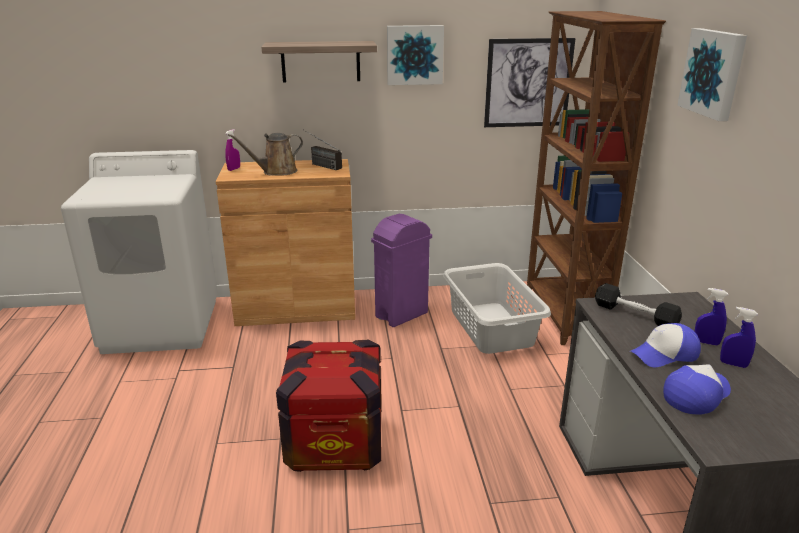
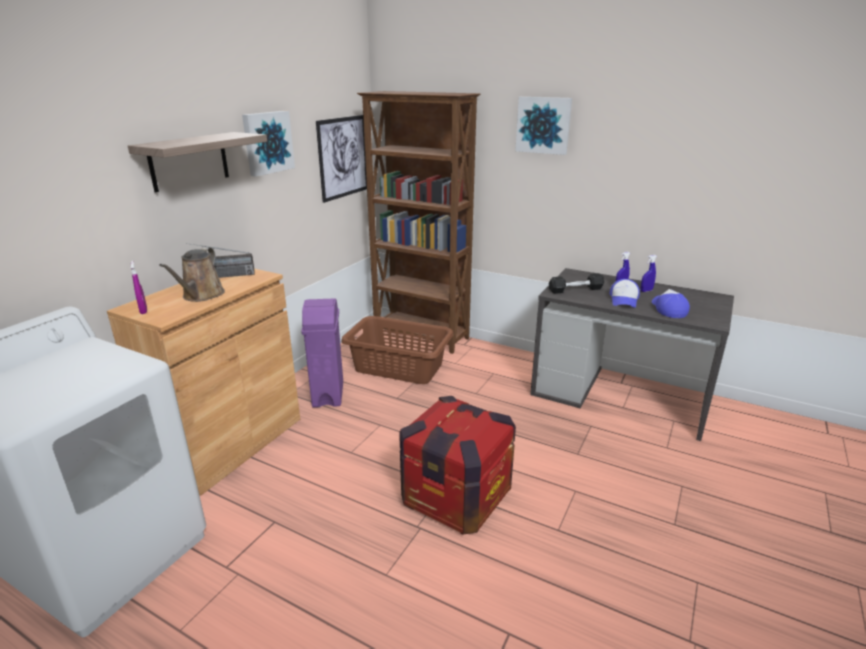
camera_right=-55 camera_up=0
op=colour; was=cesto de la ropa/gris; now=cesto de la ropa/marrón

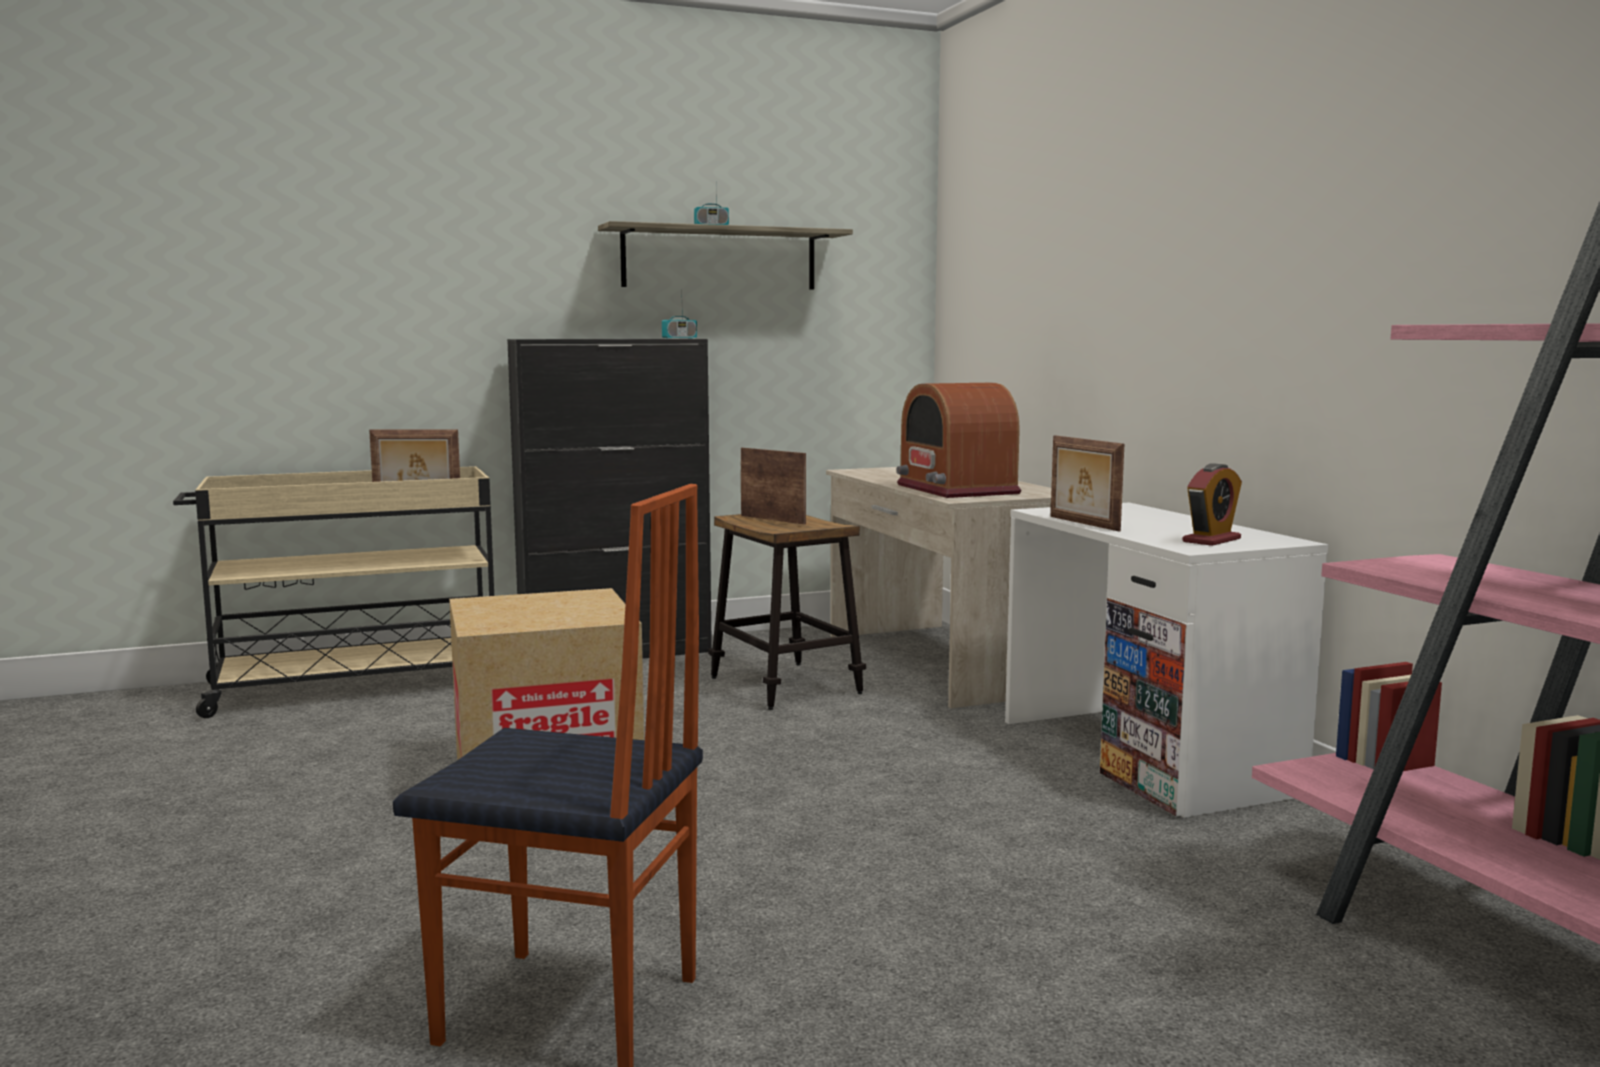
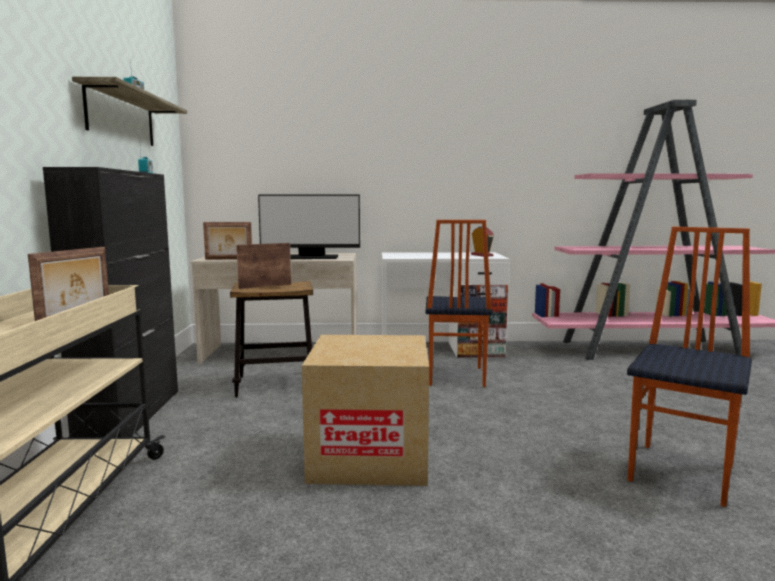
camera_right=-70 camera_up=0
op=appeared; now=silla (no. 1 from left)
op=relocated; was=portarretratos (no. 3 from left in the first image); now=portarretratos (no. 2 from left)
op=exchanged; was=radio (no. 3 from left); now=monitor

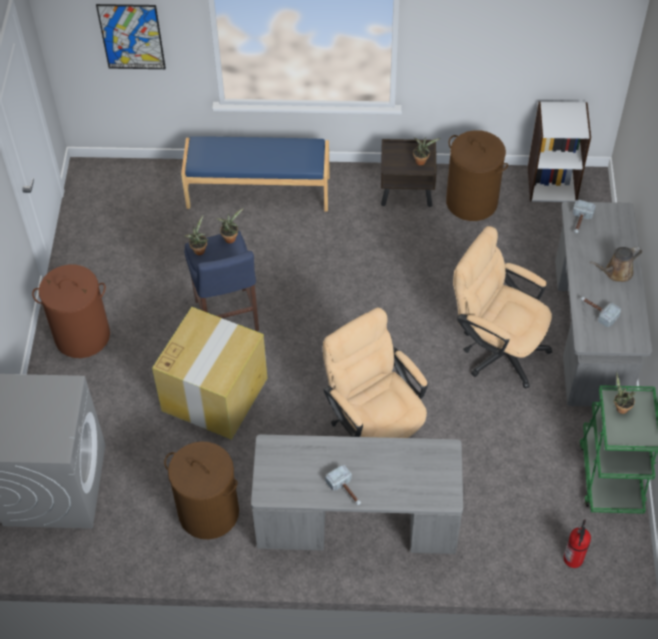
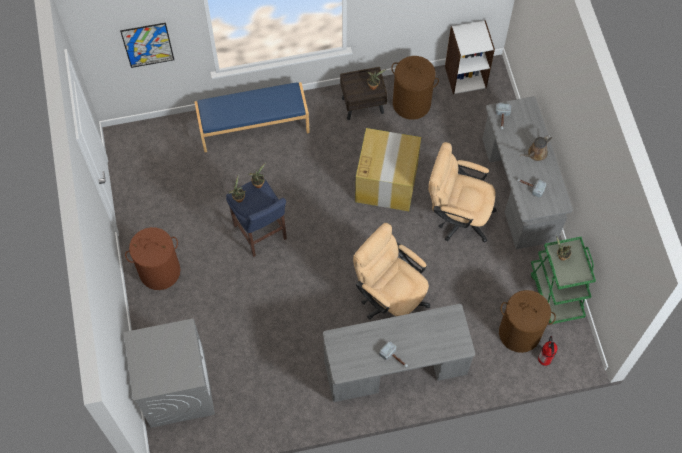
camera_right=-15 camera_up=10
op=relocated; was=caja de cartón
op=relocated; was=cesto de la ropa/marrón (no. 2 from left in the first image); now=cesto de la ropa/marrón (no. 3 from left)

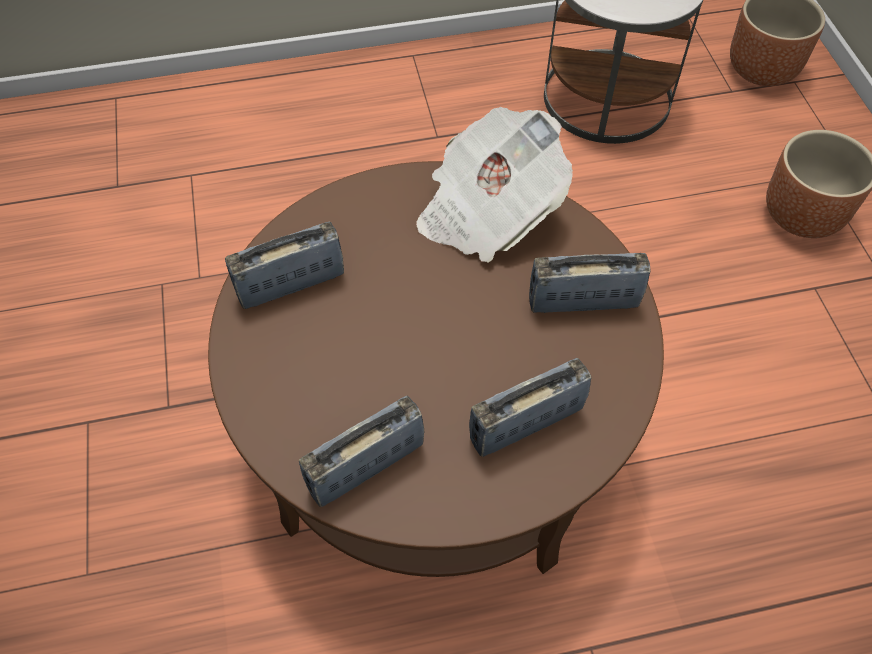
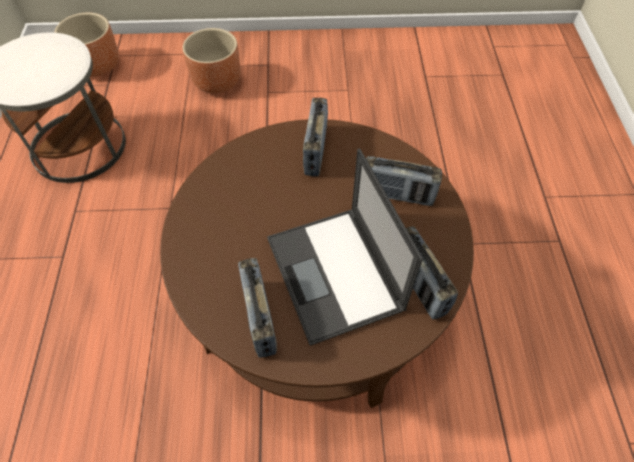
camera_right=-80 camera_up=0
op=missing; was=periódico
op=appeared; now=portátil
op=spun; was=radio (no. 3 from left); clockwise=-60

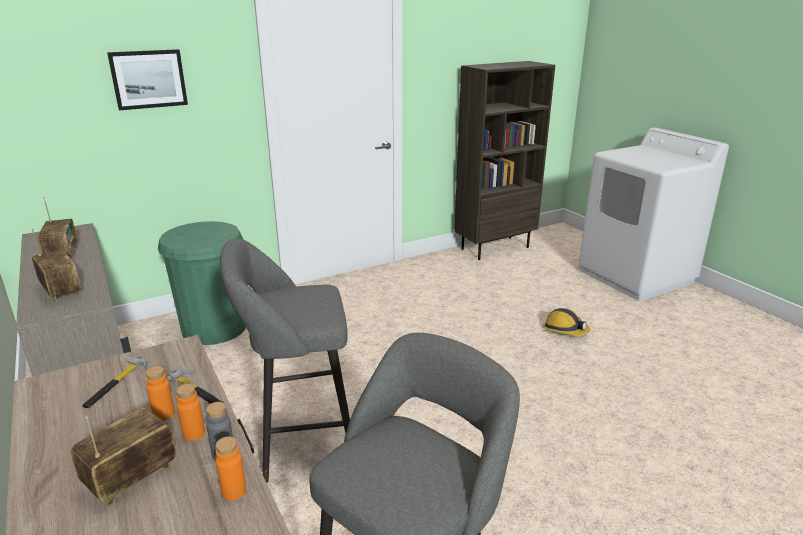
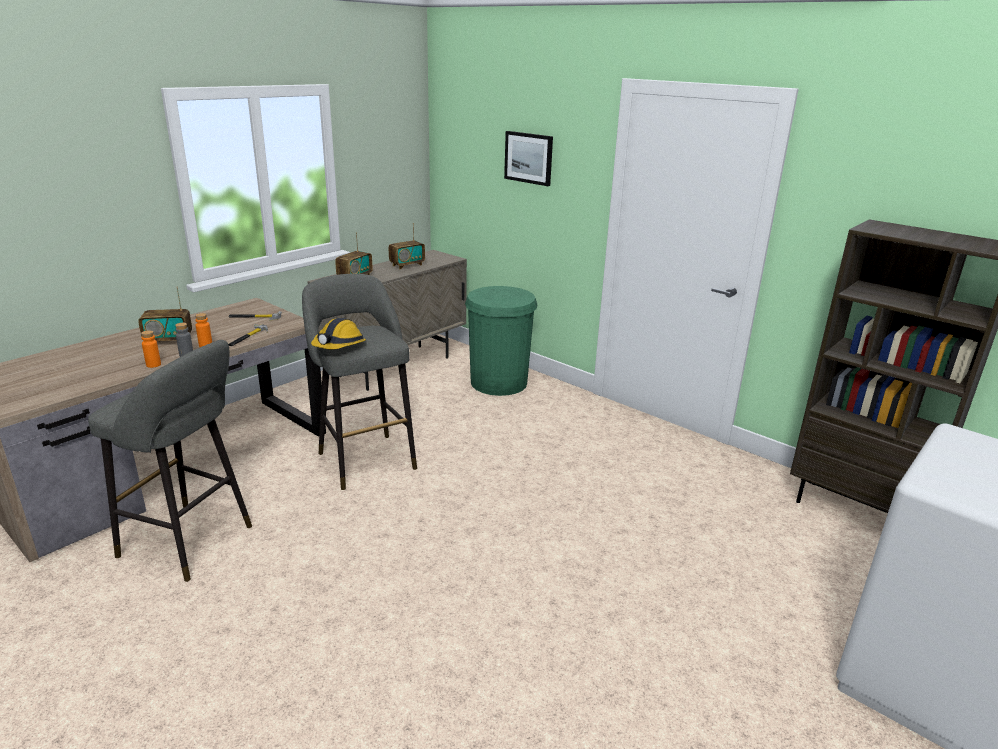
camera_right=70 camera_up=0
op=missing; was=botella/naranja (no. 1 from left)
op=relocated; was=casco
op=spun; was=radio (no. 3 from left in the first image); clockwise=150

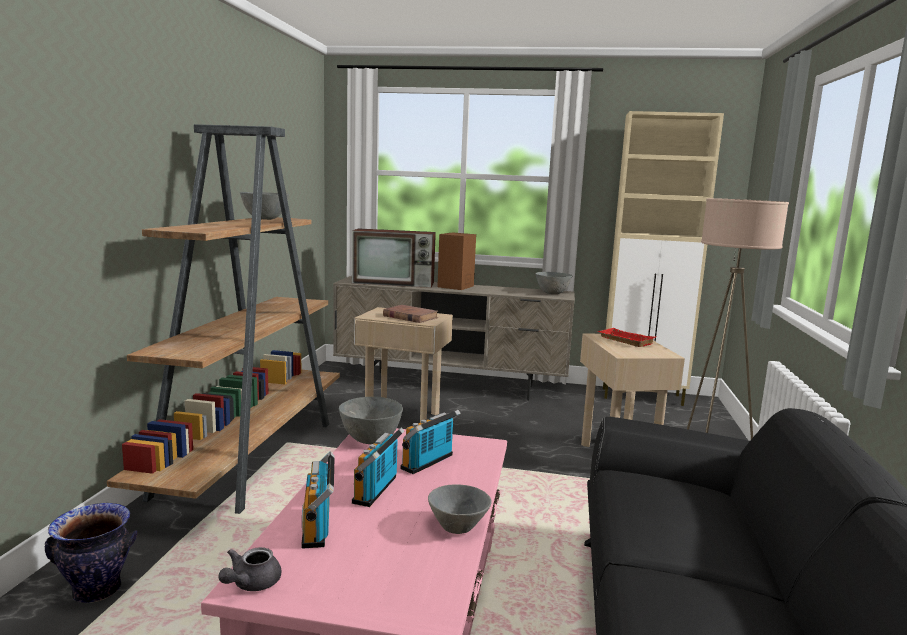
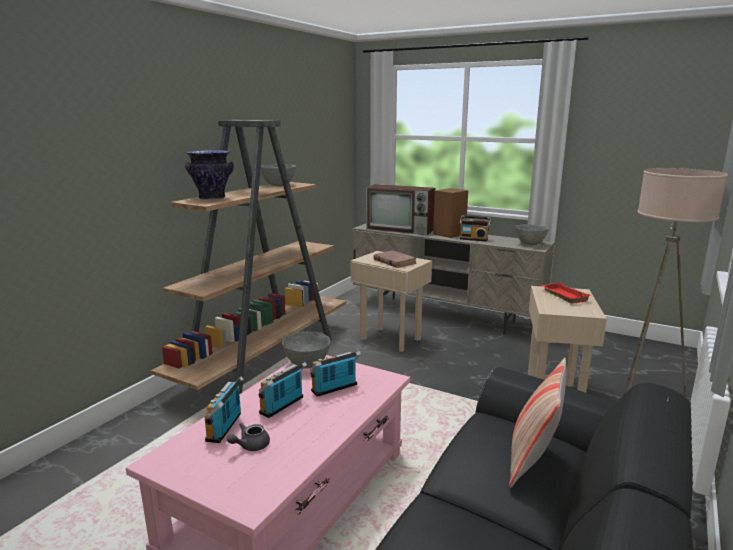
camera_right=20 camera_up=5
op=missing; was=cuenco/gris (no. 3 from left)
op=missing; was=armario/beis
op=appeared; now=radio (no. 4 from left)
op=appeared; now=cojín
op=relocated; was=florero
op=relocated; was=tetera/gris

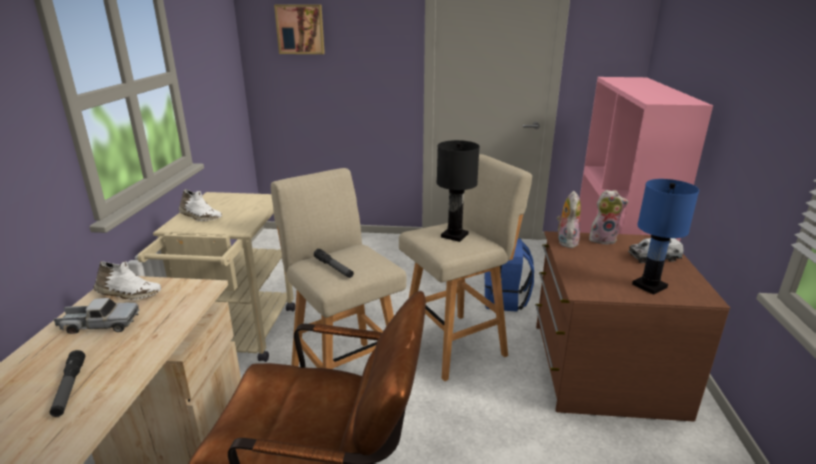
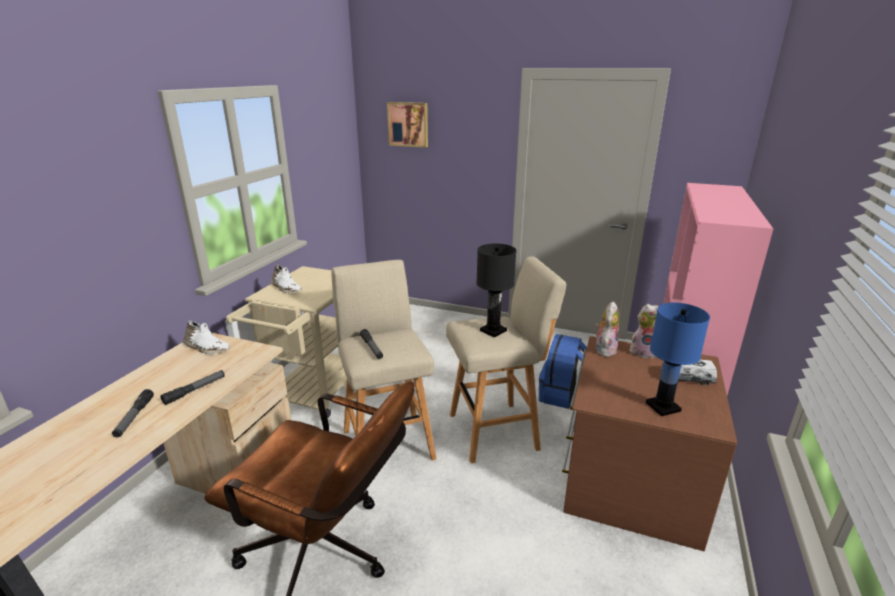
camera_right=15 camera_up=0
op=missing; was=camión de juguete (no. 1 from left)
op=appeared; now=linterna (no. 2 from left)

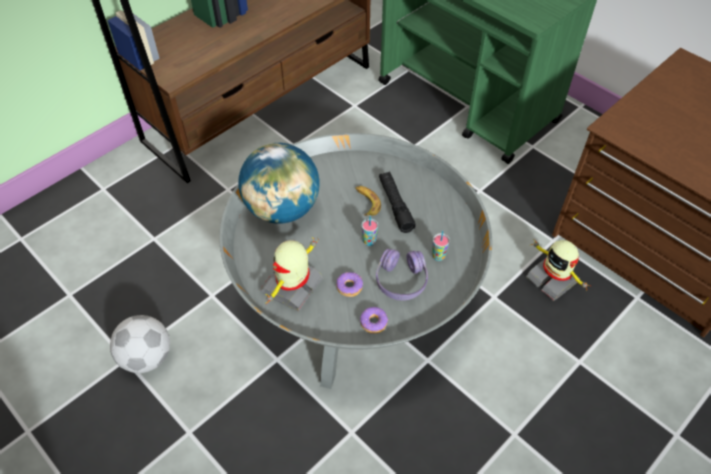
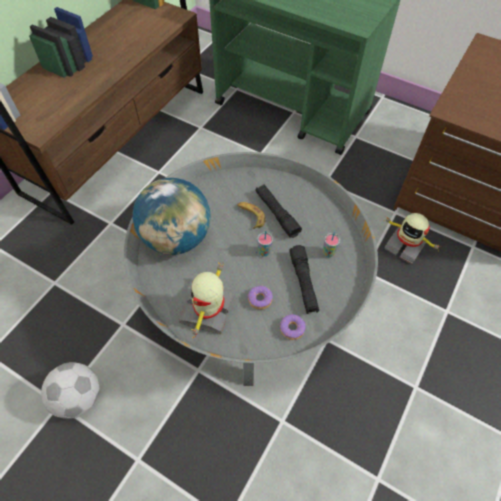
camera_right=-15 camera_up=5
op=exchanged; was=auriculares/morado; now=linterna/negro (no. 2 from left)

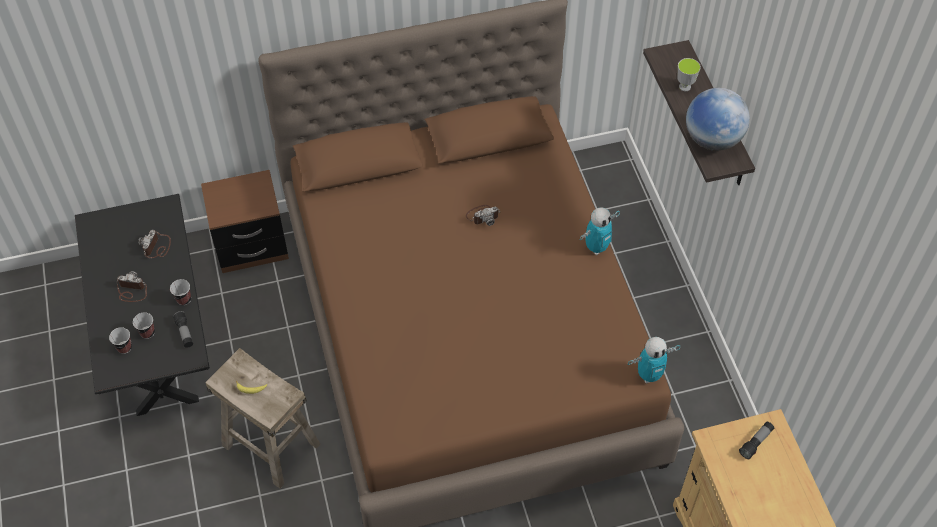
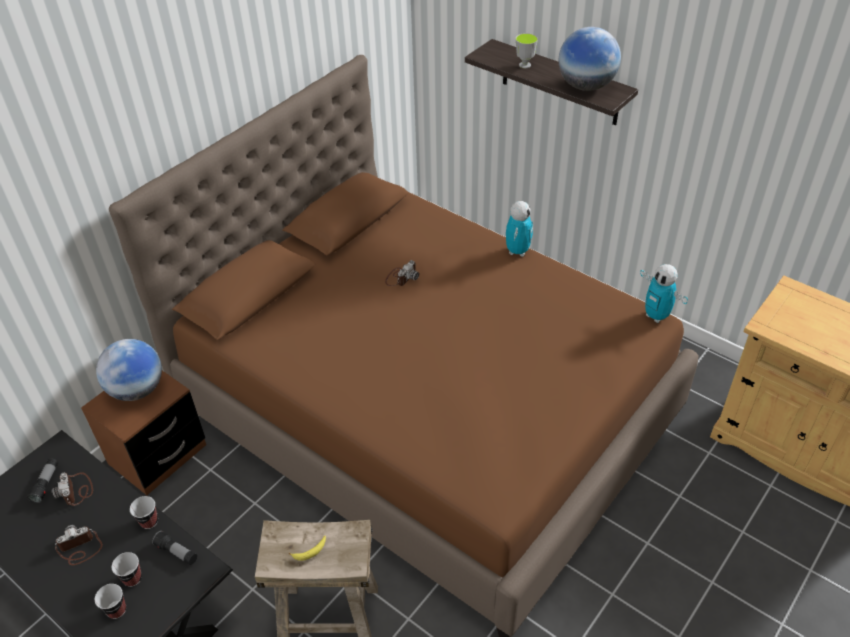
camera_right=-35 camera_up=-10
op=appeared; now=globo terráqueo (no. 1 from left)
op=relocated; was=linterna (no. 2 from left in the first image); now=linterna (no. 1 from left)
op=spun; was=robot de juguete (no. 2 from left); clockwise=105

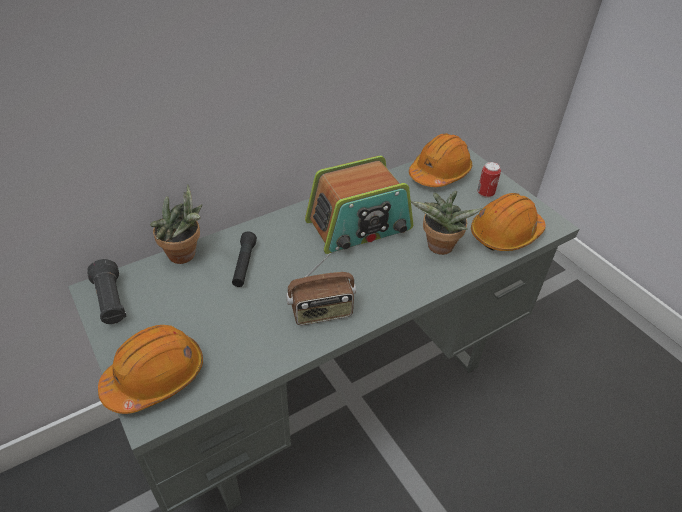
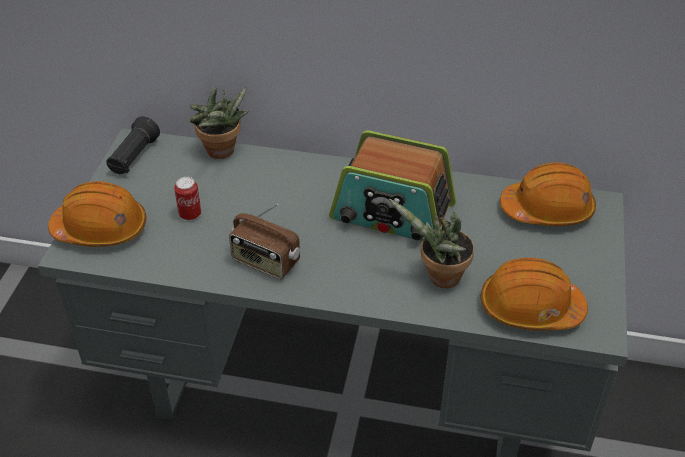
camera_right=45 camera_up=0
op=missing; was=linterna/negro (no. 2 from left)
op=relocated; was=lata

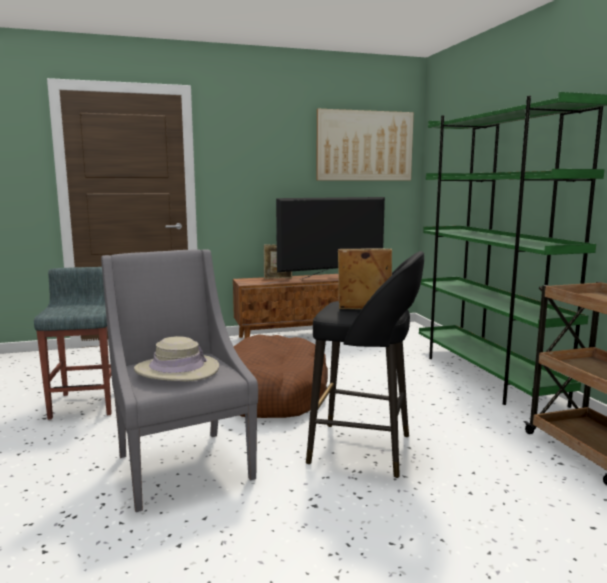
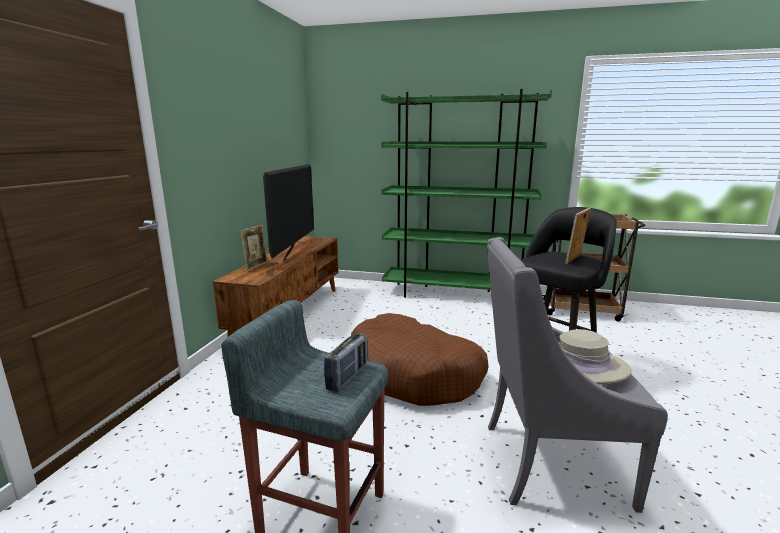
camera_right=-60 camera_up=5
op=missing; was=cuadro
op=appeared; now=radio

